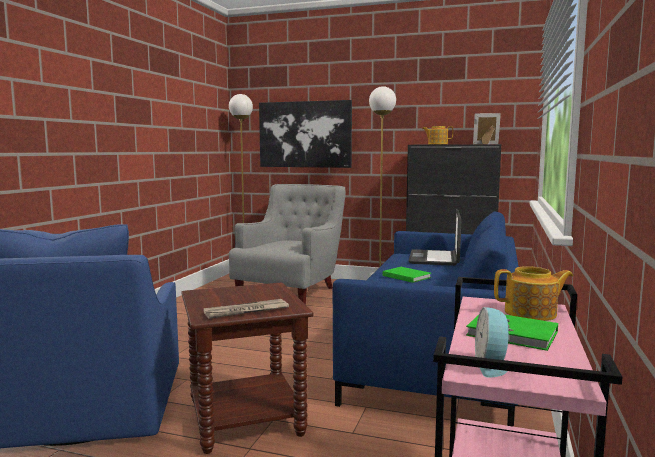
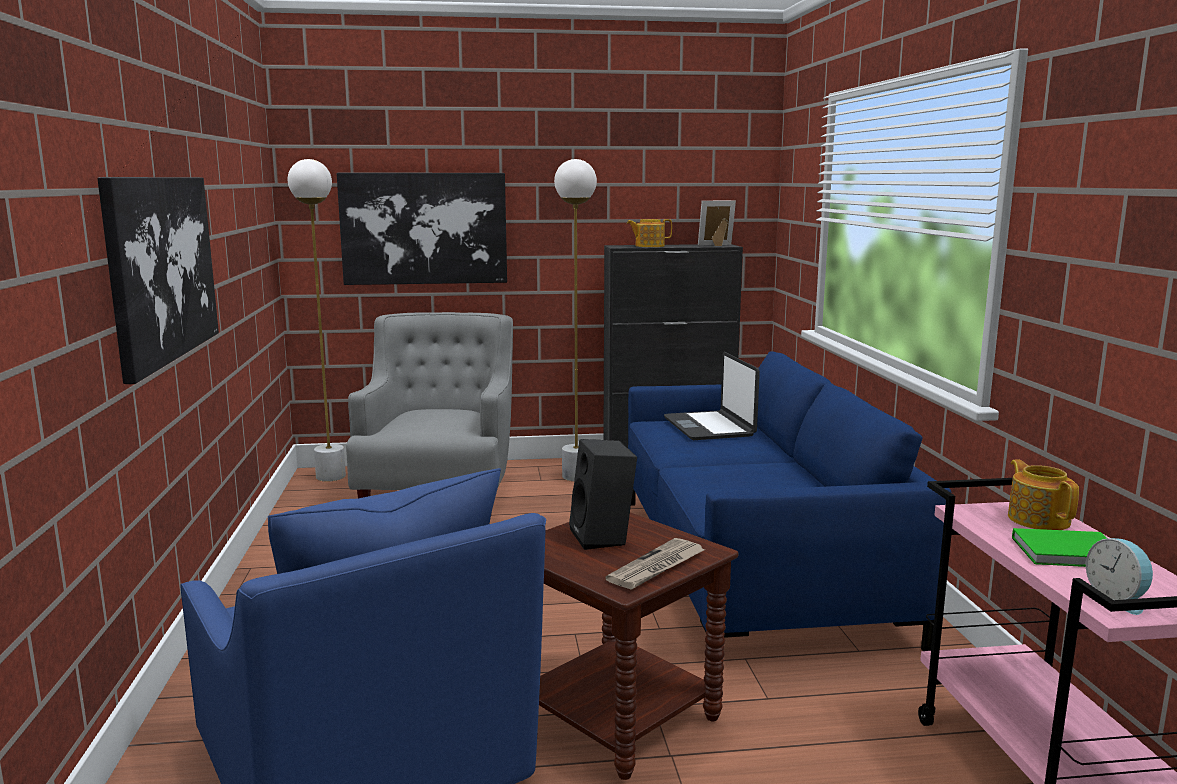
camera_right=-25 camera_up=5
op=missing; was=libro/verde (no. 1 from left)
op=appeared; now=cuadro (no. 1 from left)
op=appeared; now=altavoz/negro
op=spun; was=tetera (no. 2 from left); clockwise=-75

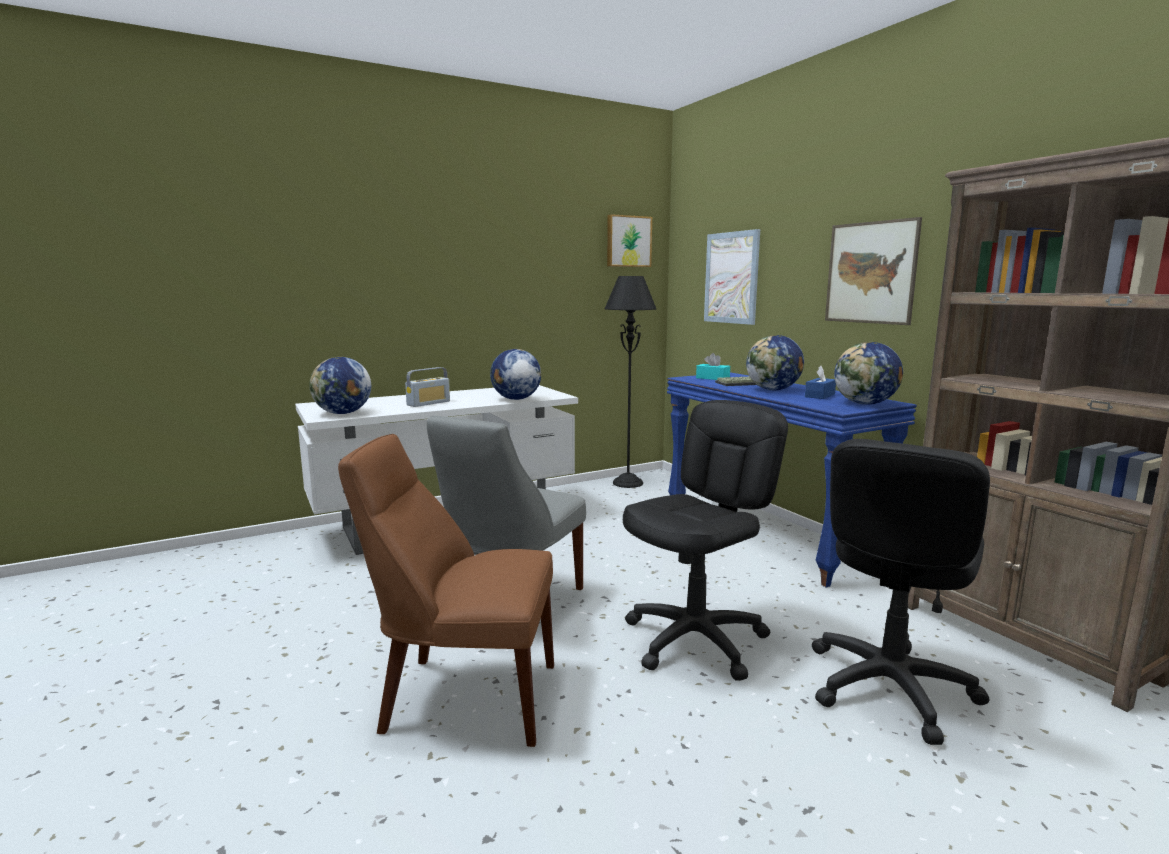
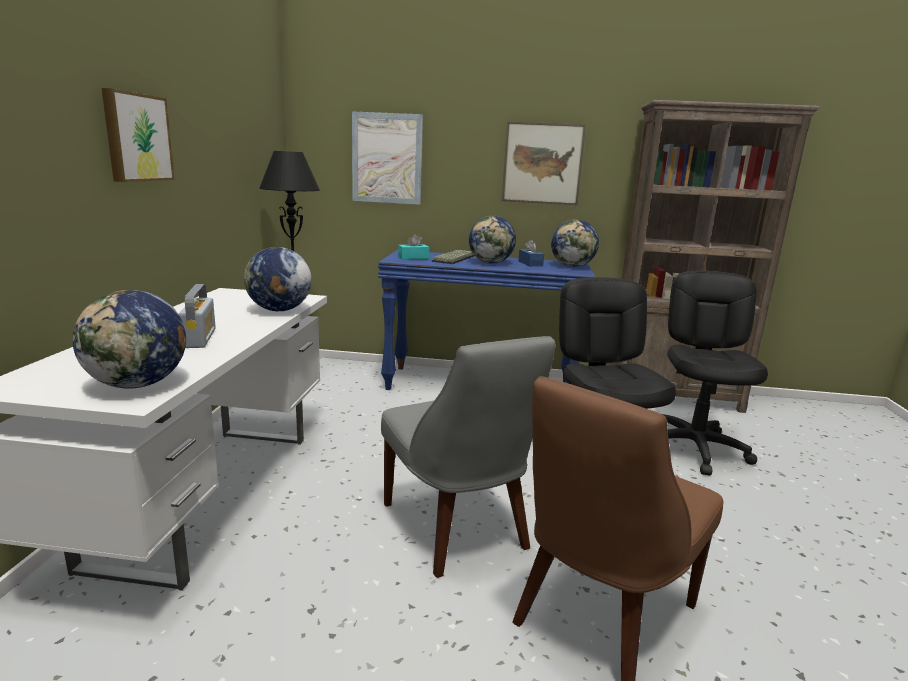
camera_right=-55 camera_up=5
op=relocated; was=cuadro (no. 1 from left)
op=spun; was=silla de oficina/negro (no. 2 from left); clockwise=-150

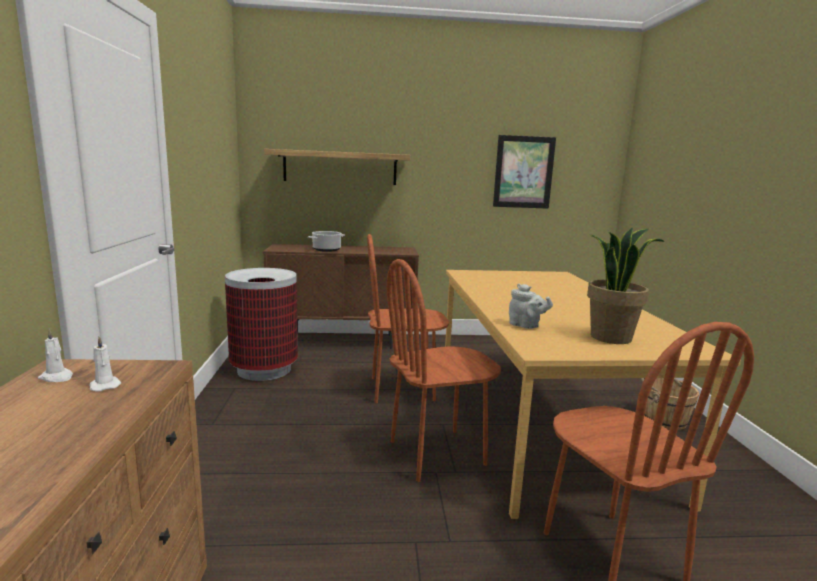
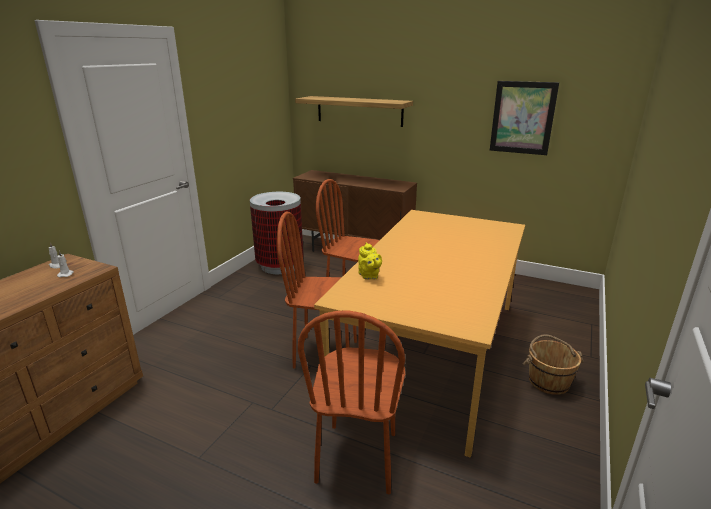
camera_right=30 camera_up=10
op=missing; was=olla
op=missing; was=planta en maceta
op=colour; was=tetera/gris; now=tetera/amarillo

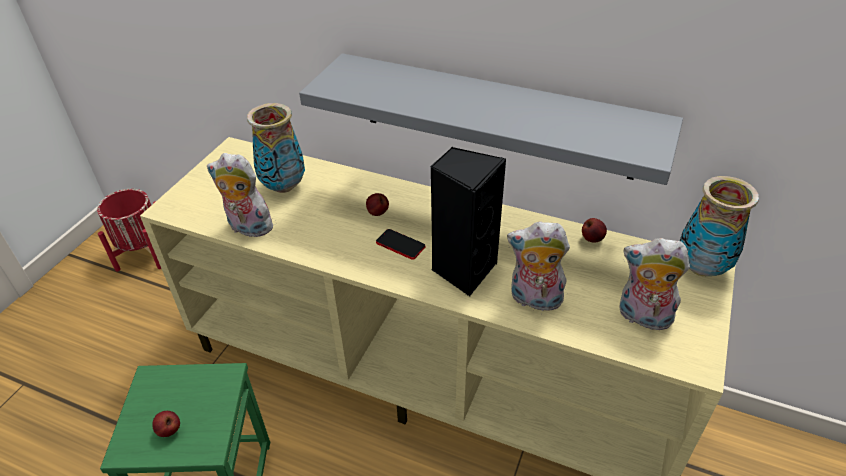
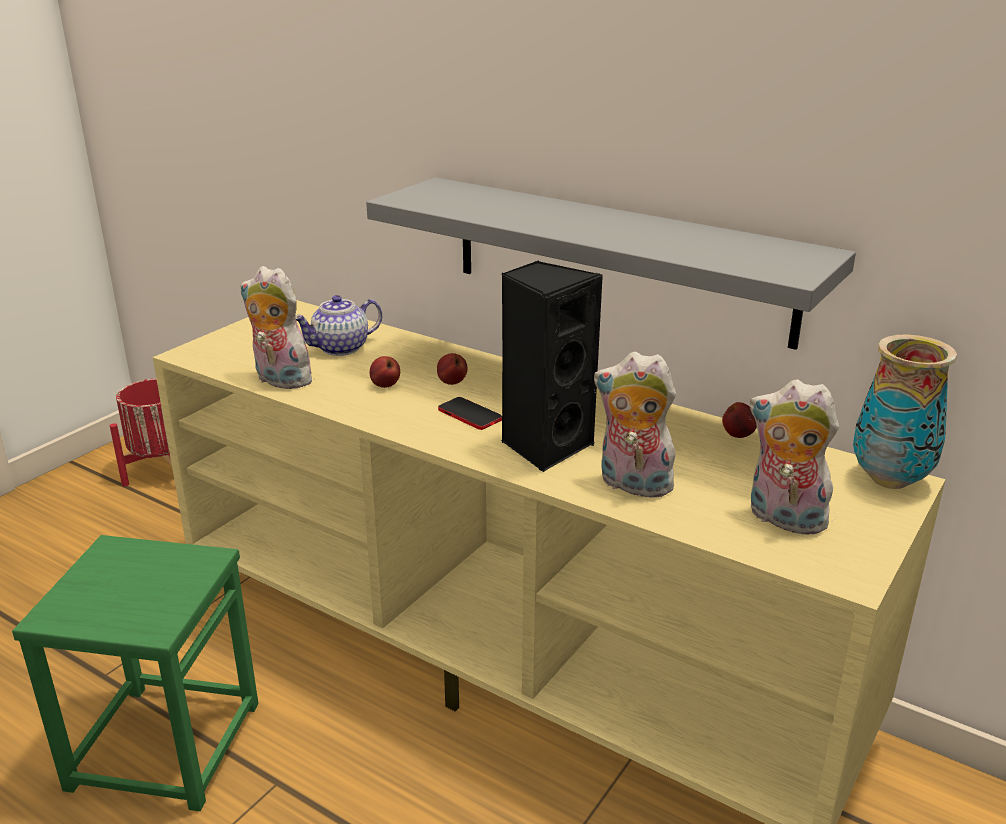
camera_right=10 camera_up=-15
op=relocated; was=manzana (no. 1 from left)
op=exchanged; was=florero (no. 1 from left); now=tetera

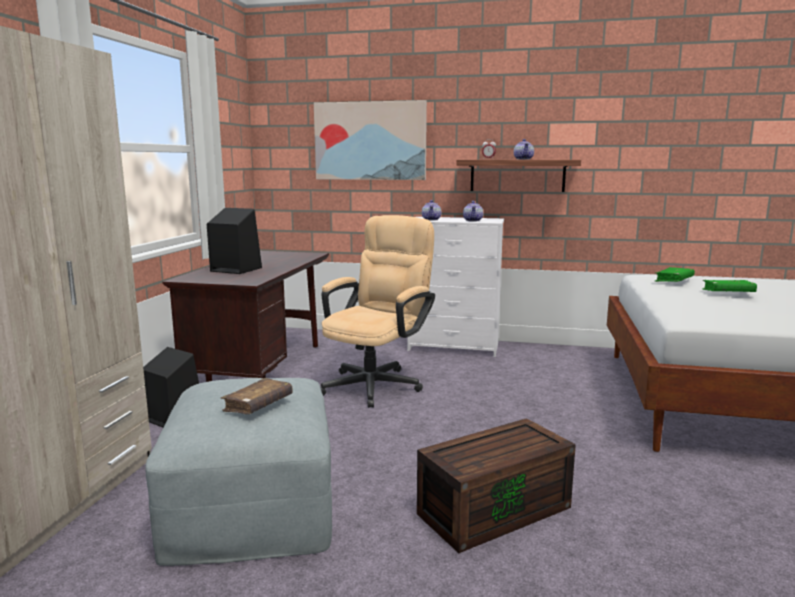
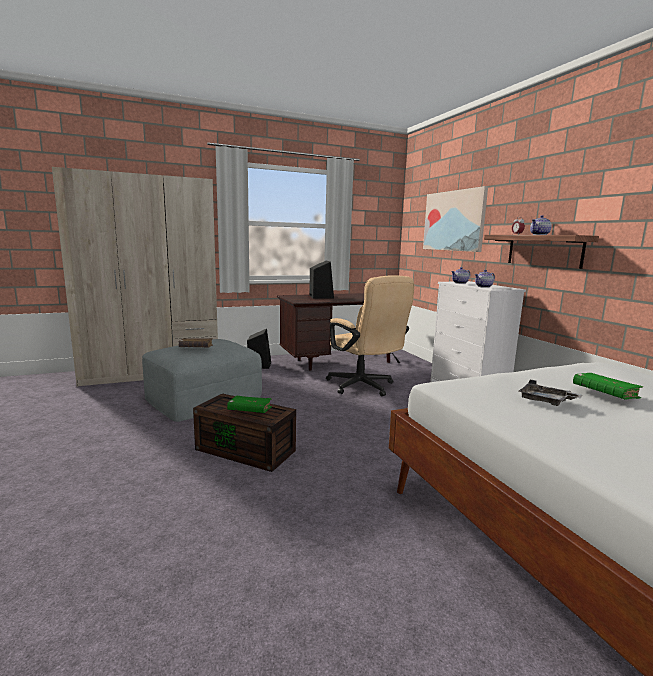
camera_right=55 camera_up=0
op=appeared; now=bandeja/gris
op=relocated; was=libro/verde (no. 1 from left)
op=spun; was=silla de oficina/beis; clockwise=60

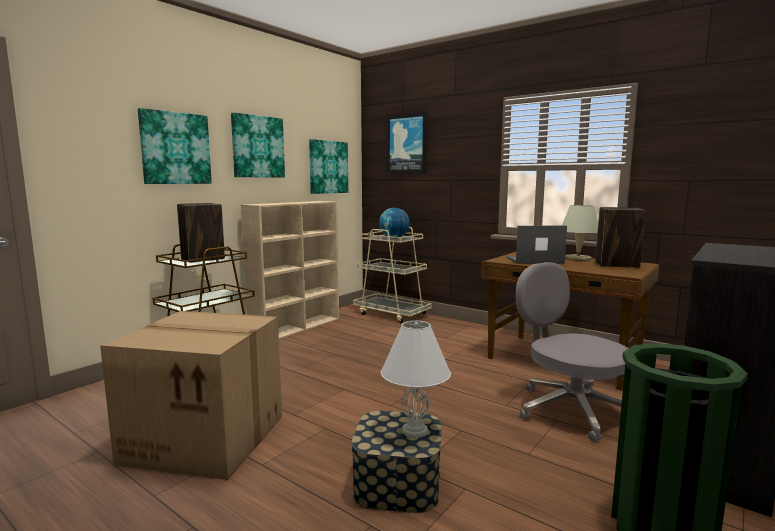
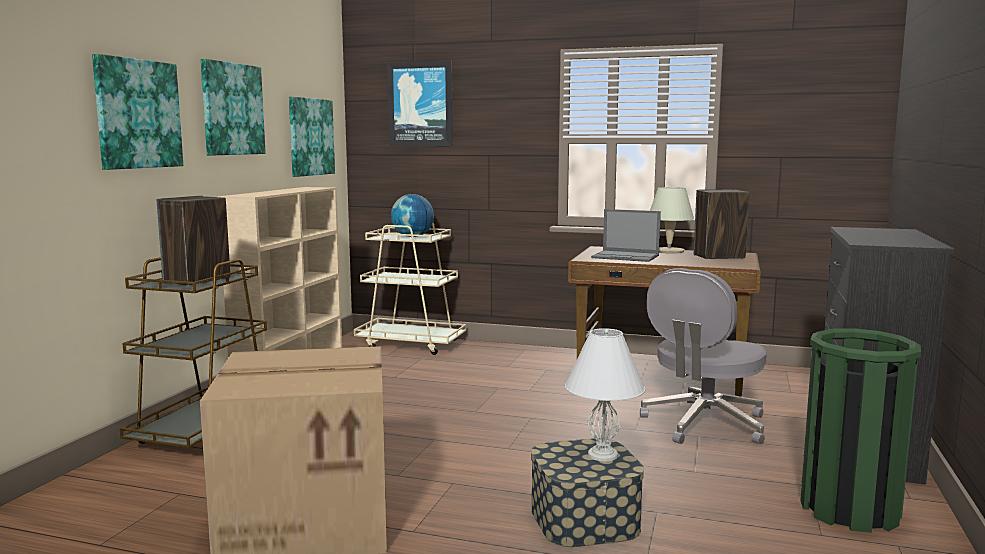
camera_right=-20 camera_up=0
op=spun; was=portátil; clockwise=-135
op=spun; was=silla de oficina/gris; clockwise=-90

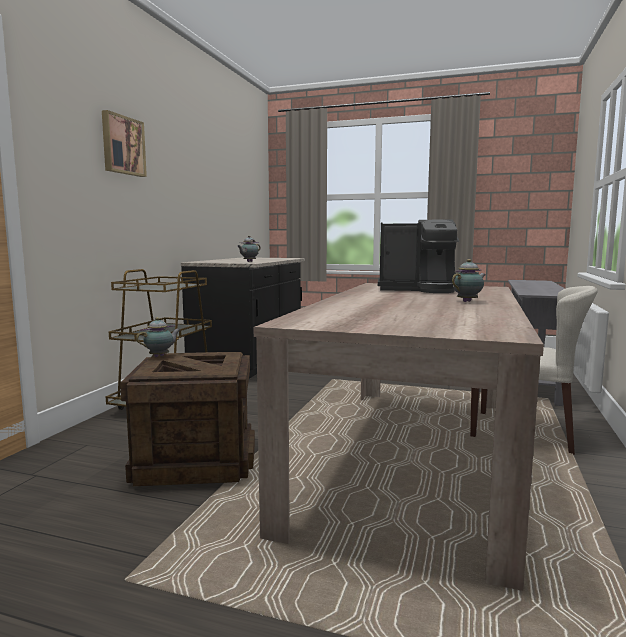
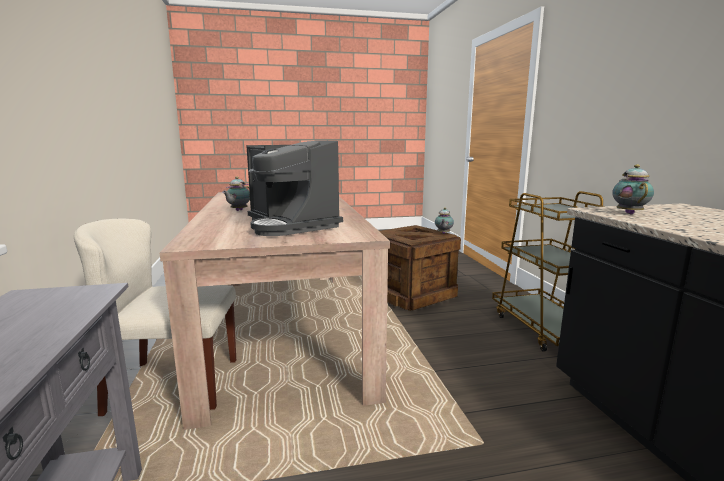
camera_right=150 camera_up=5
op=missing; was=cuadro
op=spun; was=cafetera; clockwise=-105

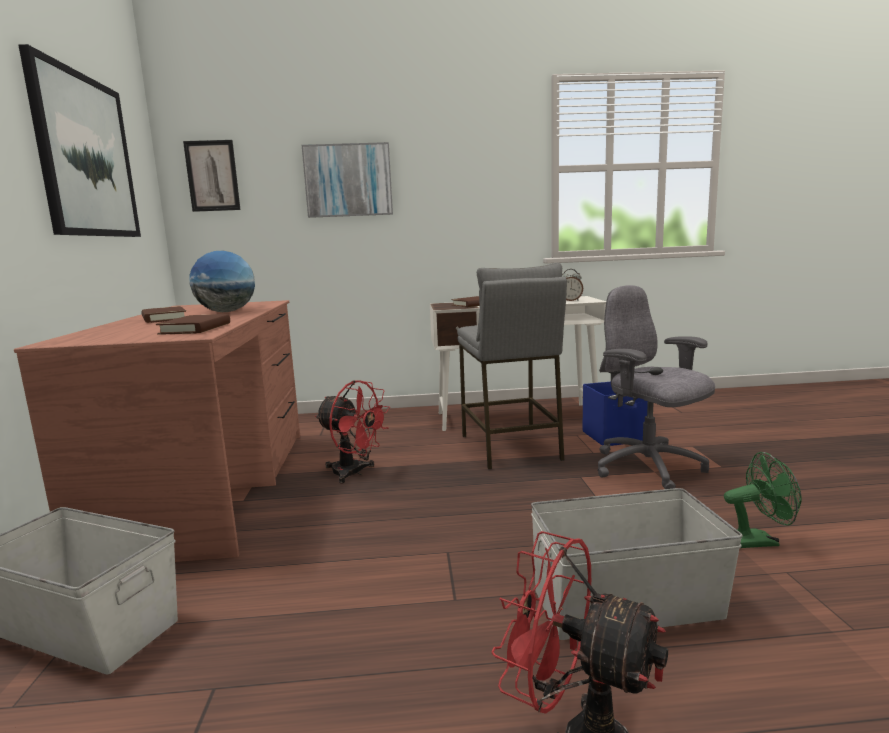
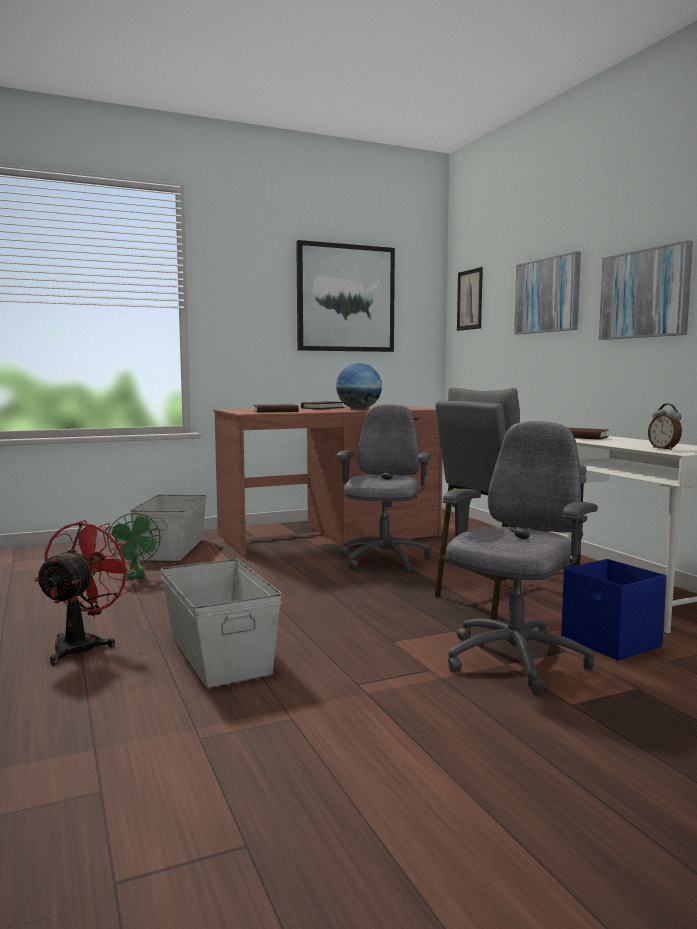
camera_right=70 camera_up=-5
op=appeared; now=cuadro (no. 4 from left)
op=relocated; was=ventilador/verde
op=exchanged; was=ventilador/rojo (no. 1 from left); now=silla de oficina/gris (no. 1 from left)

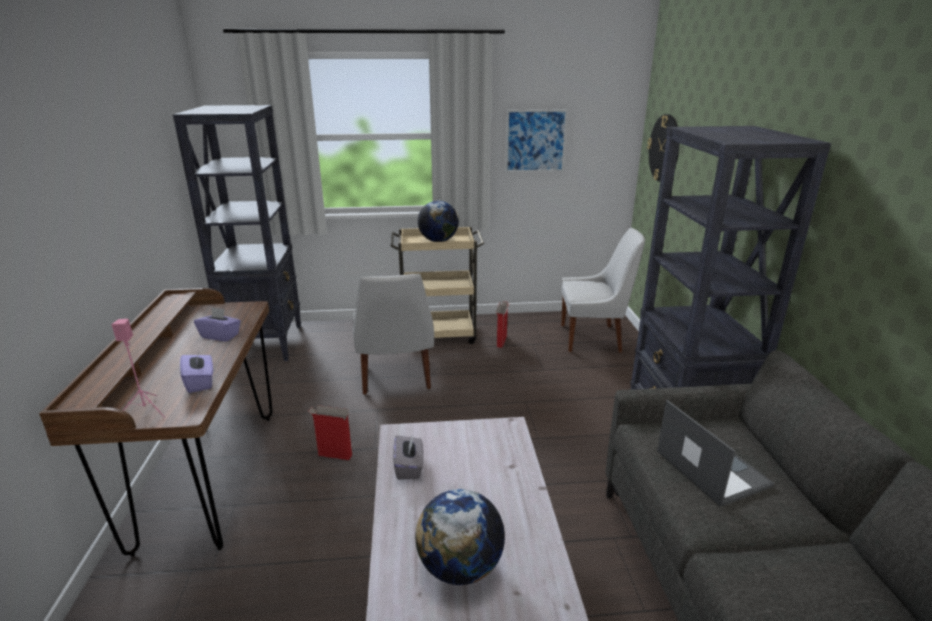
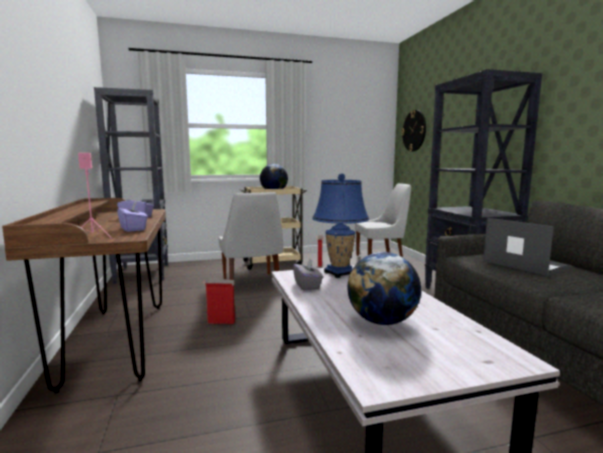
camera_right=-10 camera_up=-15
op=missing; was=cuadro
op=appeared; now=lámpara de mesa/azul

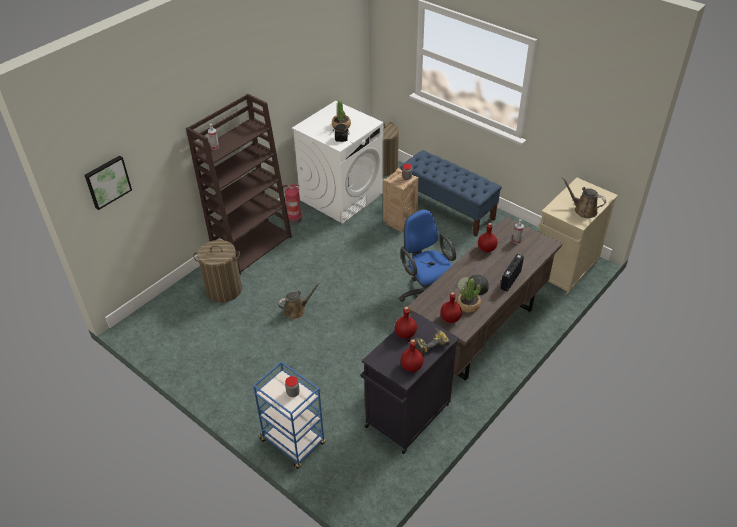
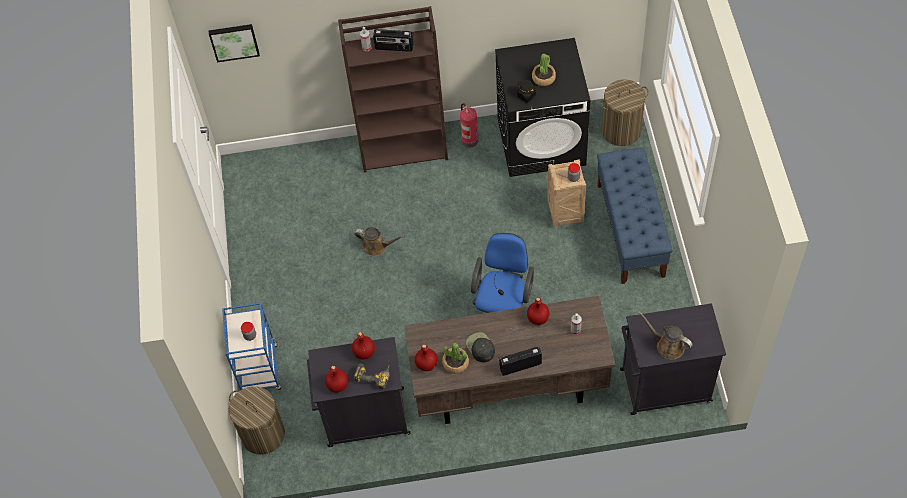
camera_right=45 camera_up=15
op=appeared; now=radio (no. 1 from left)
op=relocated; was=cesto de la ropa (no. 1 from left)
op=colour; was=lavadora/blanco; now=lavadora/negro
op=colour; was=armario/beis; now=armario/negro (no. 2 from left)
op=spun; was=regadera/marrón (no. 2 from left); clockwise=-45

